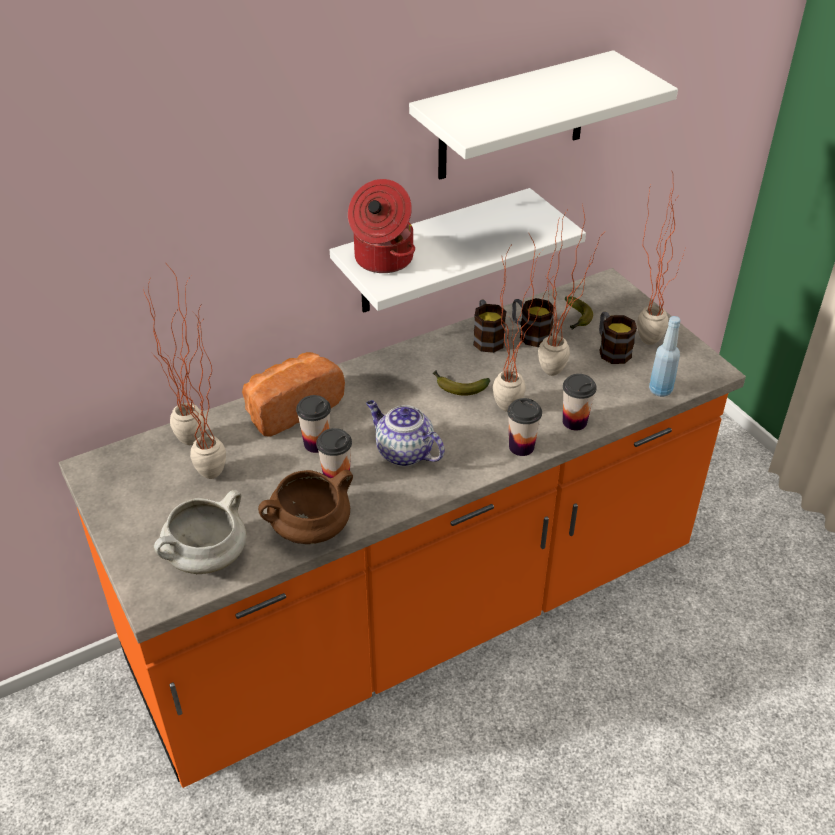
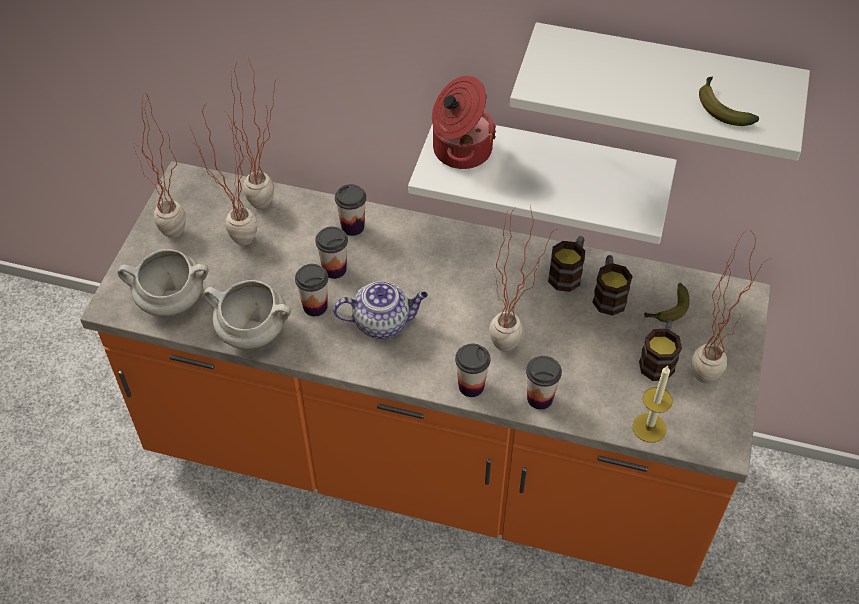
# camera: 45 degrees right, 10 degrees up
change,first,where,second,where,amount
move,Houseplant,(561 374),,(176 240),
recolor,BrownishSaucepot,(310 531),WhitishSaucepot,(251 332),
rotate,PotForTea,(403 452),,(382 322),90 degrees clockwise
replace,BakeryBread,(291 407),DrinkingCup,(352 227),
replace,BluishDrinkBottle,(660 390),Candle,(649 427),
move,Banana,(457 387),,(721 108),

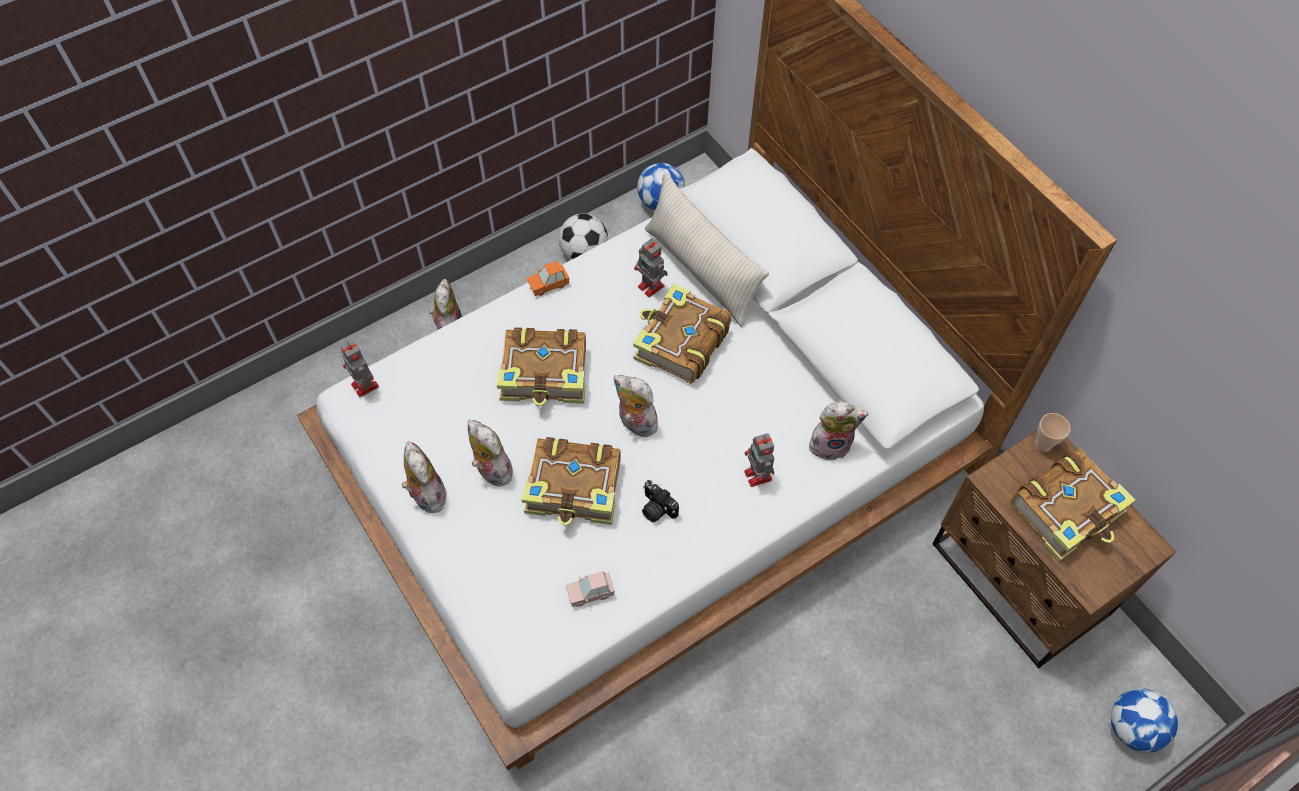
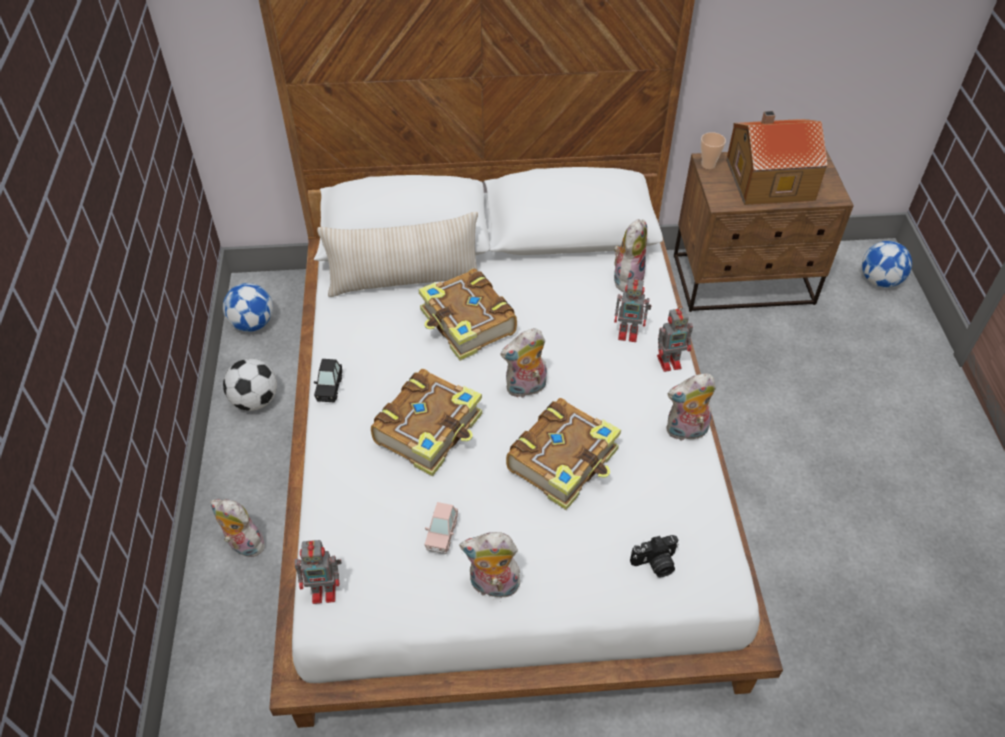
# camera: 60 degrees left, 10 degrees down
change,first,where,second,where,amount
recolor,OrangeColouredToyCar,(548 285),BlackishToyCar,(329 388),
move,PinkishToyCar,(590 593),,(442 534),
move,PhotoCamera,(656 509),,(655 564),
move,ToyRobot,(652 287),,(670 361),
move,PlushToy,(491 470),,(686 432),
replace,Volume,(1067 511),ToyHouse,(768 178),

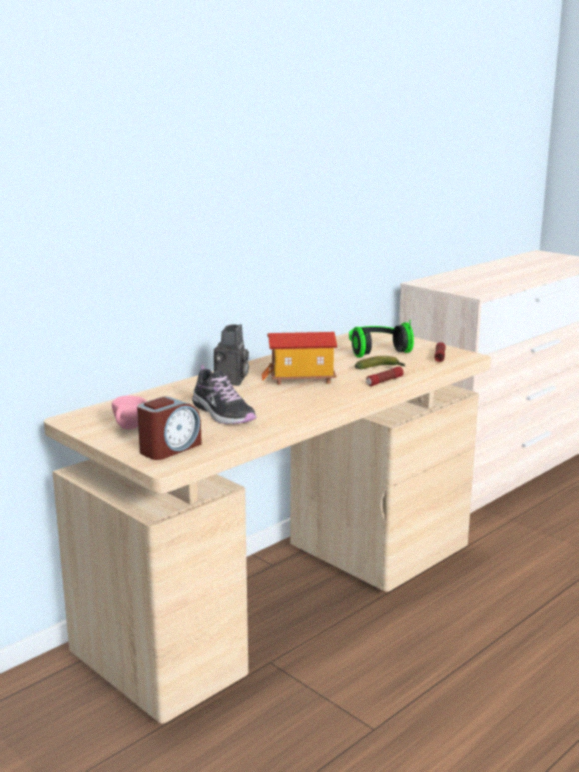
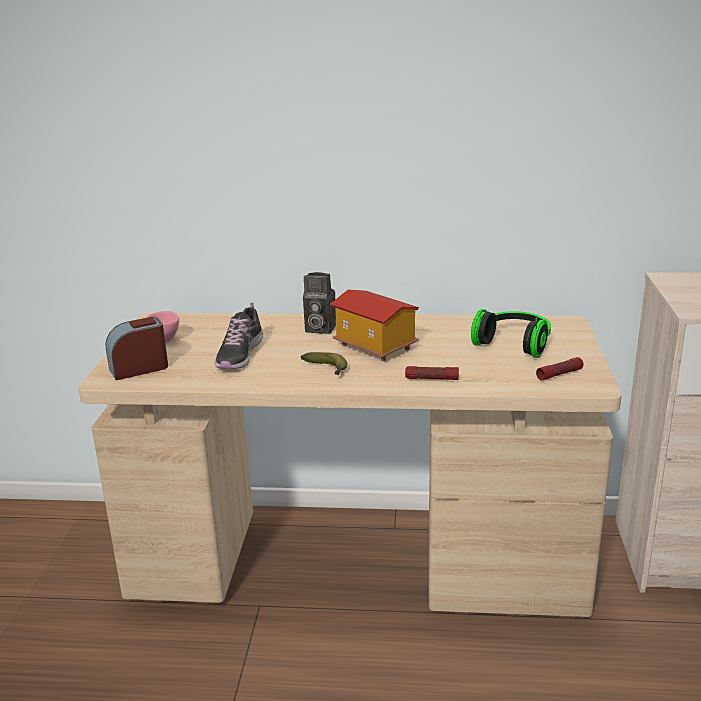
# camera: 50 degrees right, 5 degrees up
change,first,where,second,where,amount
rotate,TableClock,(169 448),,(139 368),150 degrees clockwise
move,Banana,(381 369),,(328 369),
rotate,PhotoCamera,(231 381),,(318 329),45 degrees clockwise

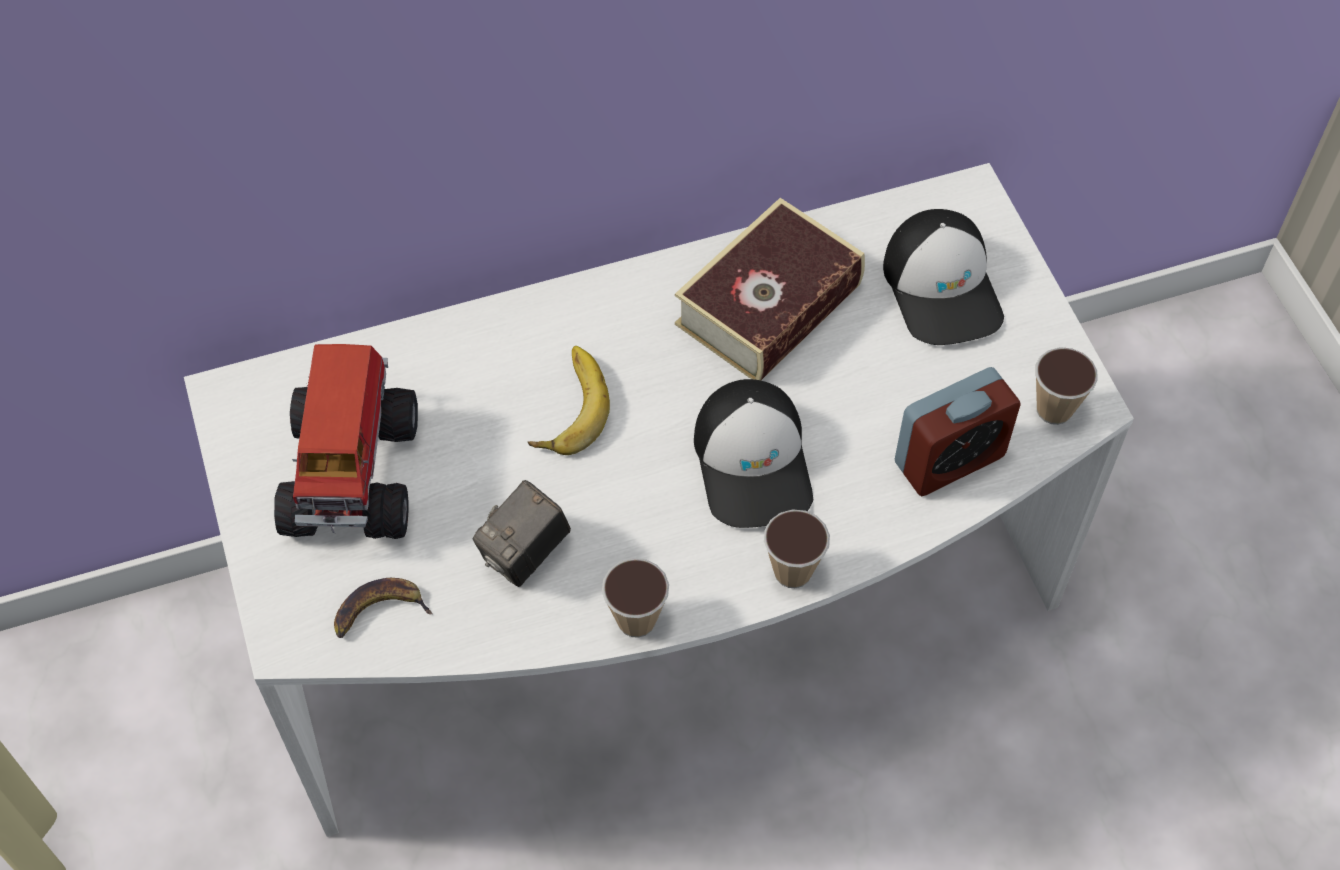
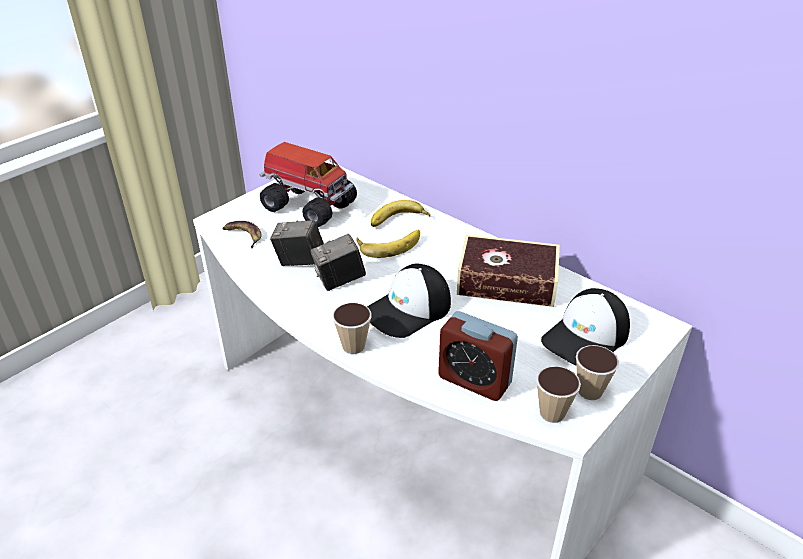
# camera: 60 degrees right, 20 degrees down
change,first,where,second,where,amount
rotate,ToyLorry,(353 471),,(308 206),120 degrees counterclockwise
insert,,,PhotoCamera,(339 281),
insert,,,Banana,(399 221),
move,DrinkingCup,(636 620),,(589 391),

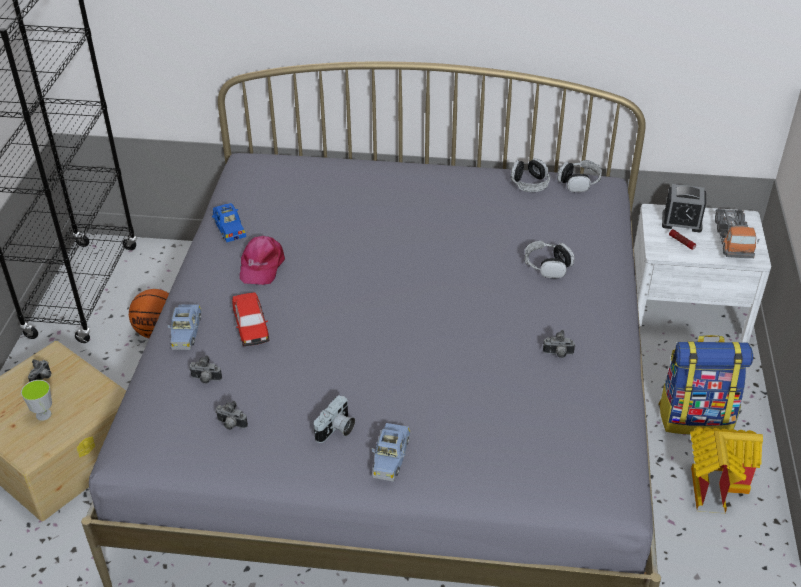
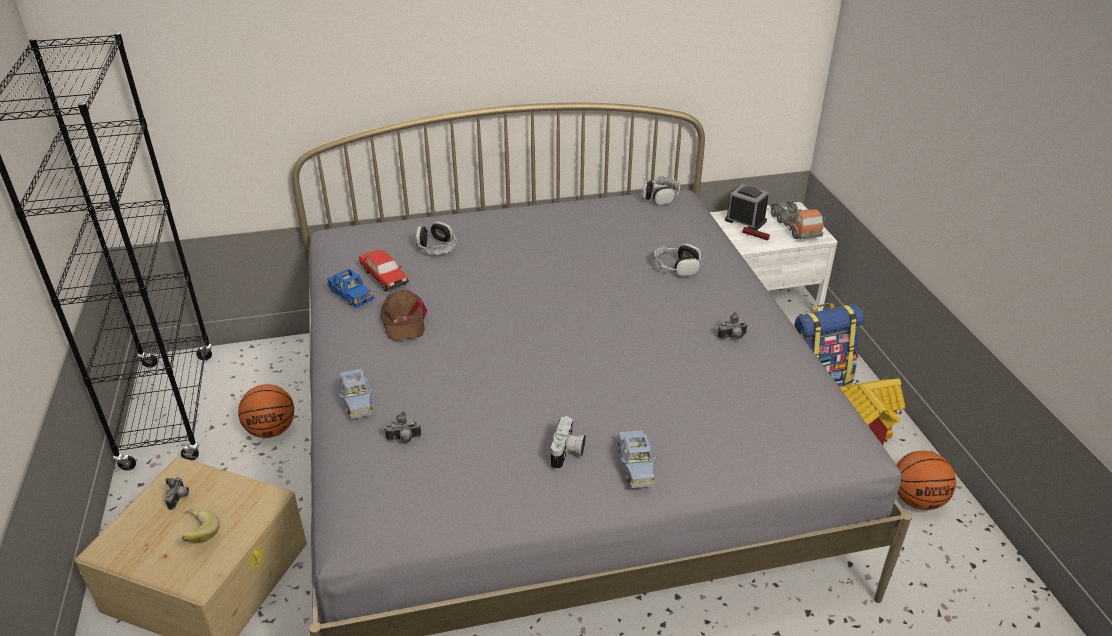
# camera: 20 degrees left, 5 degrees down
change,first,where,second,where,amount
replace,DrinkingCup,(43 415),Banana,(197 535),
move,ToyCar,(251 326),,(384 277),
recolor,PinkishPeakedCap,(261 265),BrownishPeakedCap,(403 321),
move,PairOfHeadphones,(529 183),,(436 247),
rotate,TableClock,(681 222),,(745 220),135 degrees counterclockwise
insert,,,BallForBasketball,(917 500),
delete,PhotoCamera,(231 425),,,

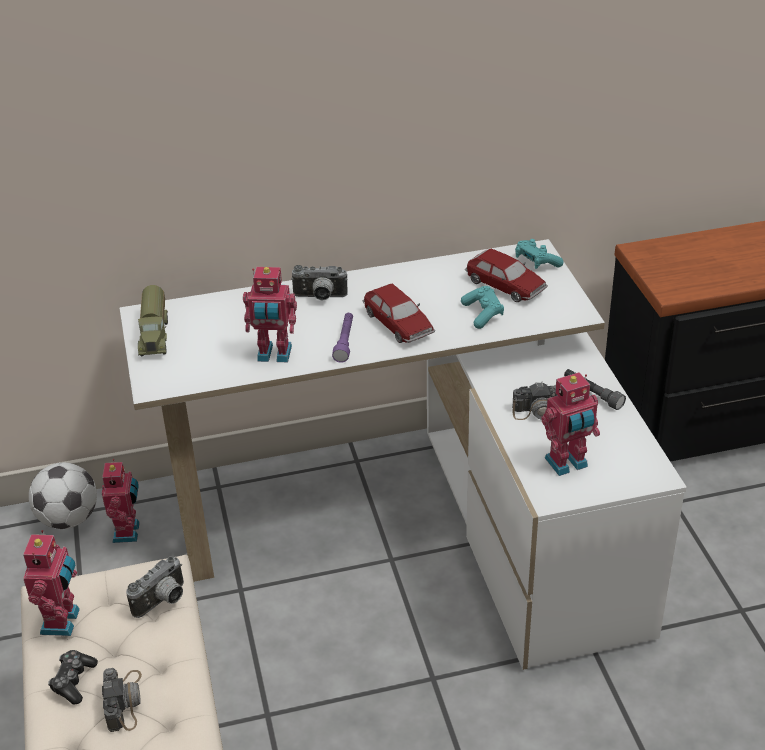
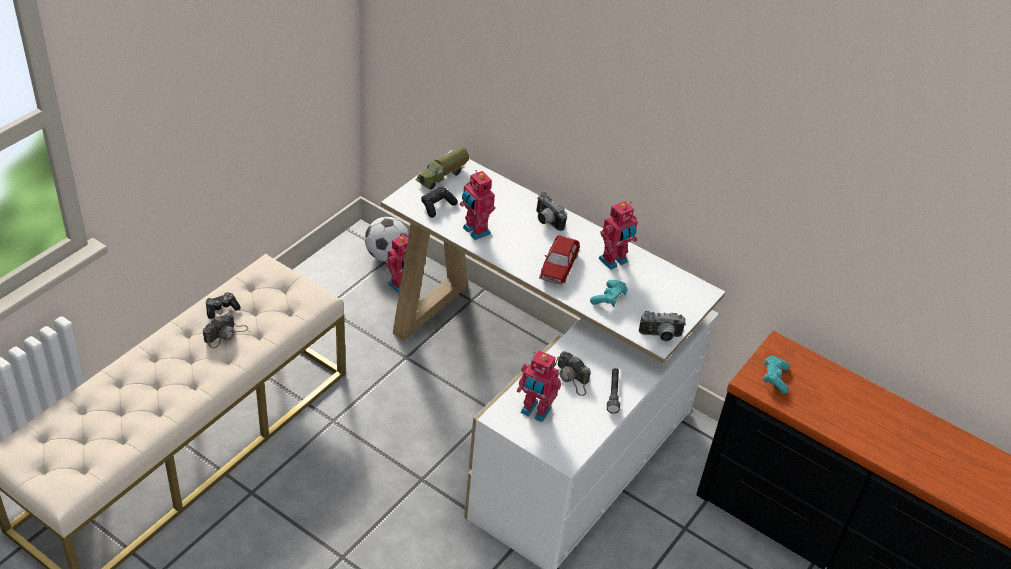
# camera: 45 degrees right, 5 degrees up
change,first,where,second,where,amount
insert,,,BlackishGamepad,(437 206),
move,ToyRobot,(63 621),,(614 261),
move,PhotoCamera,(163 601),,(660 336),
move,TurquoiseColouredGamepad,(536 262),,(774 379),
delete,PurpleHandTorch,(345 342),,,
delete,ToyCar,(505 285),,,

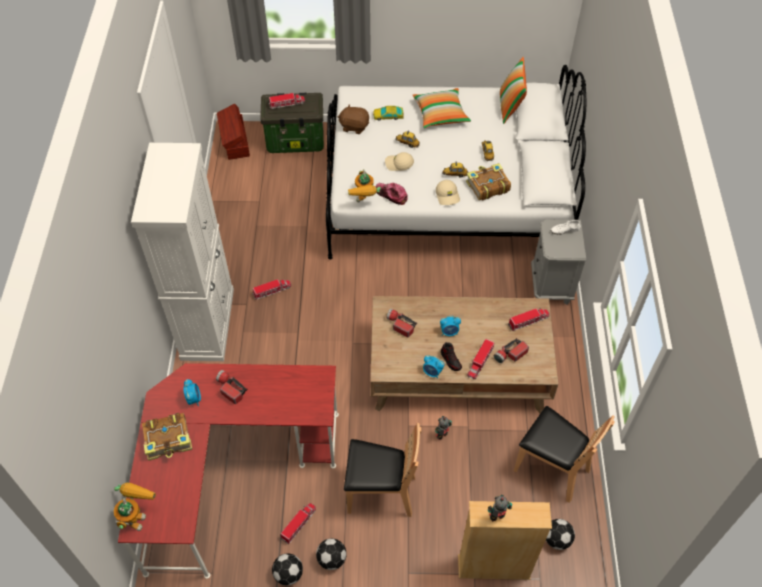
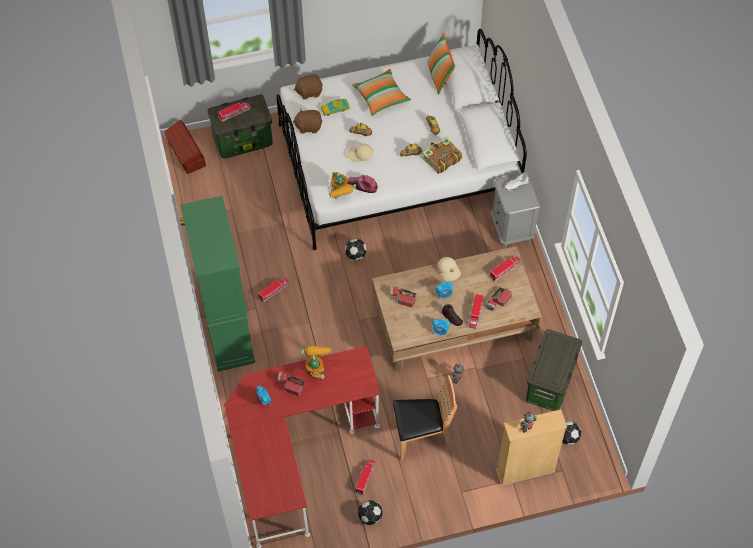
# camera: 15 degrees left, 5 degrees up
change,first,where,second,where,amount
recolor,WhitishStorageCabinet,(207 323),GreenishStorageCabinet,(228 333),
insert,,,BrownishPlushToy,(309 91),
move,ToyRobot,(137 514),,(316 369),
move,FootballBall,(332 558),,(356 255),
move,BeigeColouredPeakedCap,(448 195),,(449 270),
replace,BrownishUprightChair,(551 468),StorageContainer,(550 384),
delete,Volume,(168 440),,,

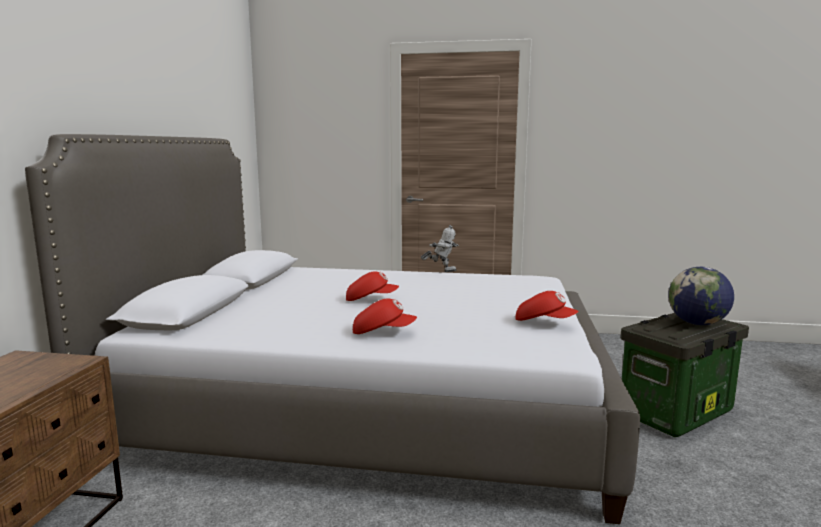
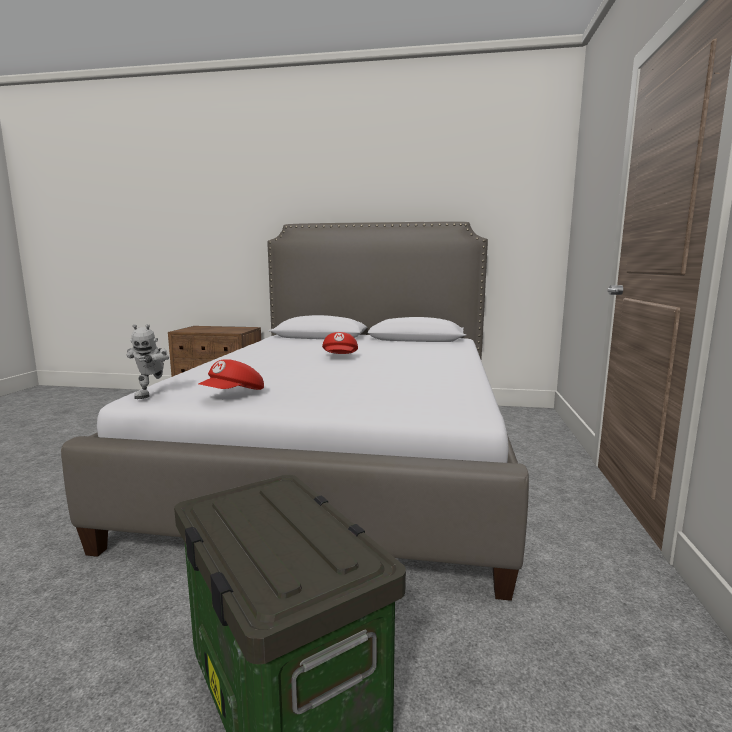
# camera: 90 degrees right, 0 degrees up
change,first,where,second,where,amount
move,ToyRobot,(441 271),,(153 395),
delete,RedPeakedCap,(383 332),,,
delete,DeskGlobe,(697 323),,,

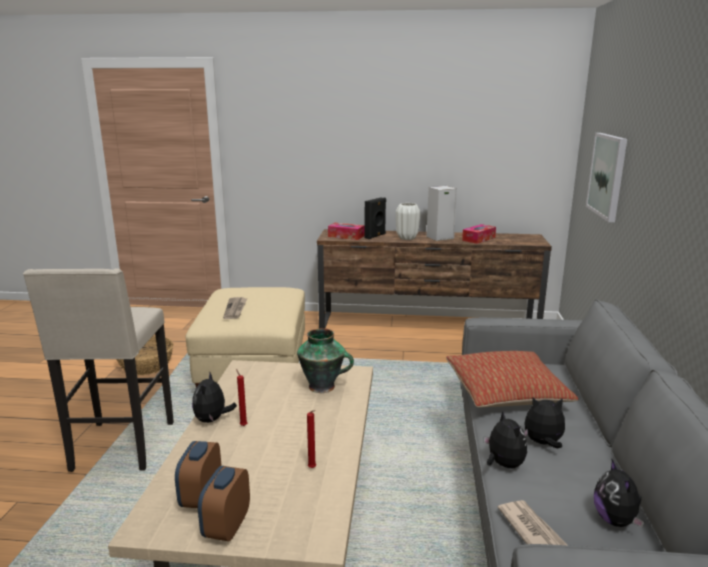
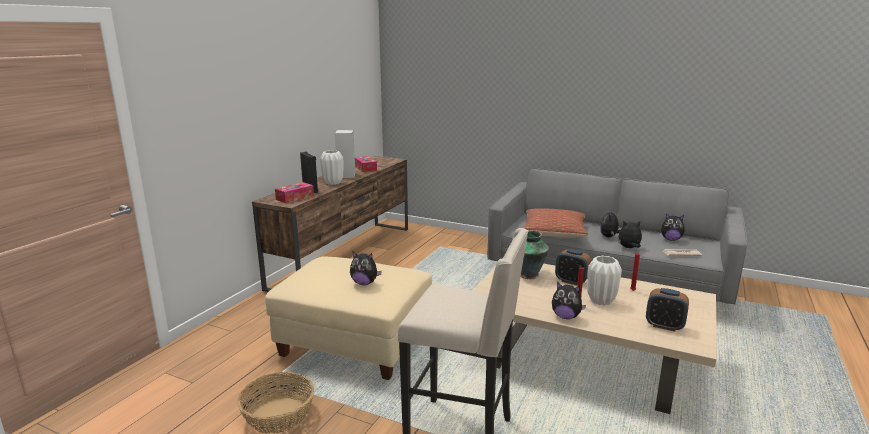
# camera: 70 degrees left, 0 degrees up
change,first,where,second,where,amount
replace,DailyPaper,(235 309),PlushToy,(364 283),
move,TableClock,(226 527),,(571 281),
insert,,,WhitishFlowerVase,(601 301),
delete,WallArt,(607 175),,,

